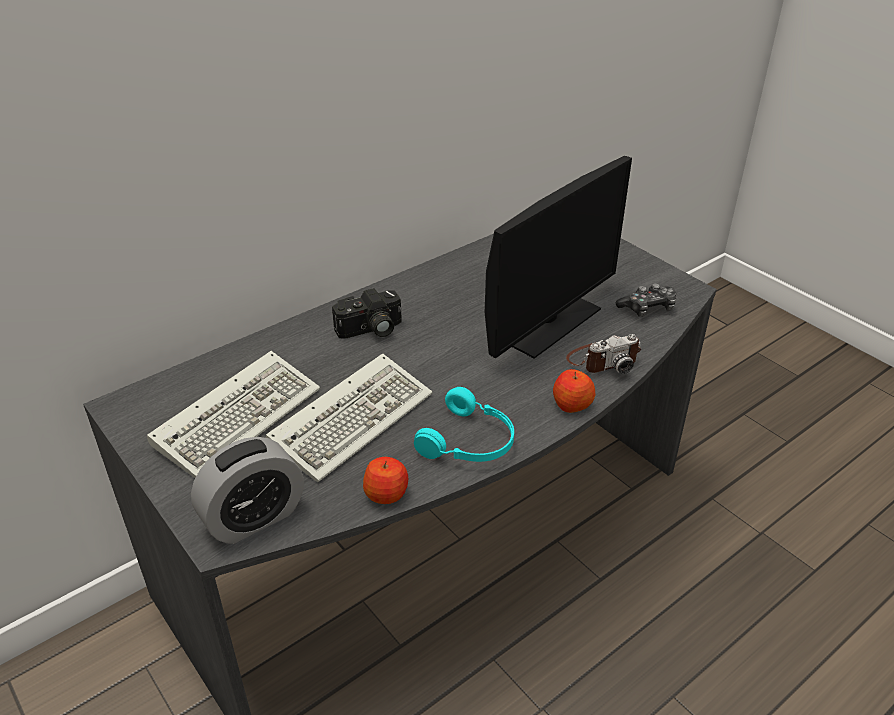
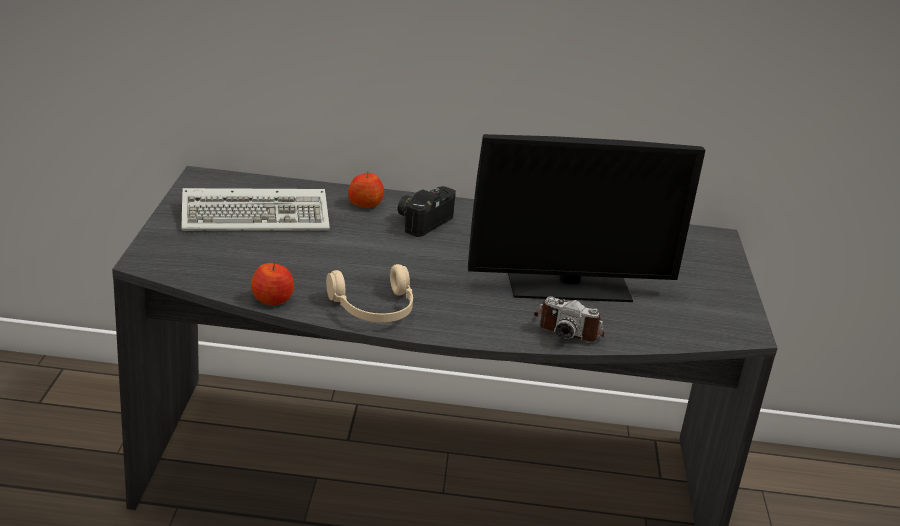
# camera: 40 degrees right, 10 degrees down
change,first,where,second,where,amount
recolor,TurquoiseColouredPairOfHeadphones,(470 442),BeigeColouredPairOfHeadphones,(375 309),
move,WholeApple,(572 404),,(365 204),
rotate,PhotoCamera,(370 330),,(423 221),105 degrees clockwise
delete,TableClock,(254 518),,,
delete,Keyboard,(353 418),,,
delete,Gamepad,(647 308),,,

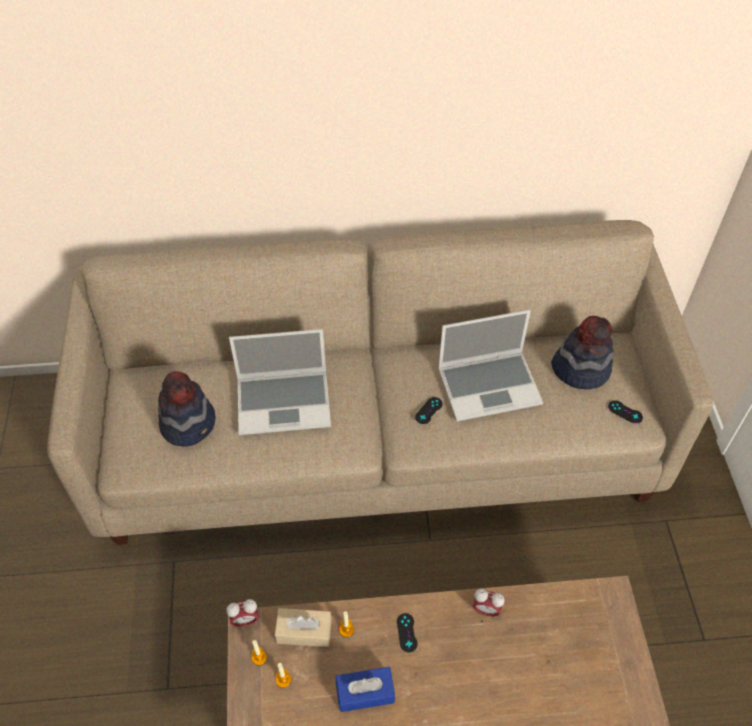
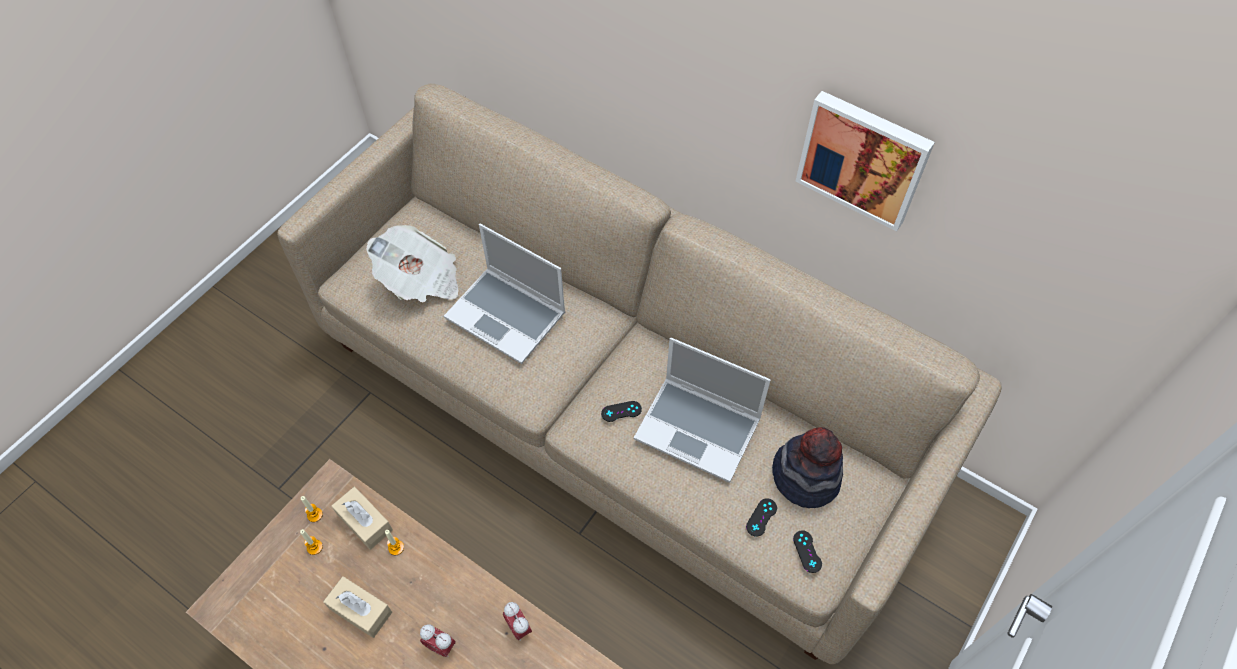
# camera: 40 degrees right, 5 degrees up
change,first,where,second,where,amount
recolor,BluishBoxOfTissues,(365 693),BeigeColouredBoxOfTissues,(360 610),
replace,ClothingHat,(188 423),DailyPaper,(420 280),
move,TableClock,(245 620),,(440 646),
move,BlackishGamepad,(407 632),,(761 517),
insert,,,WallArt,(863 158),

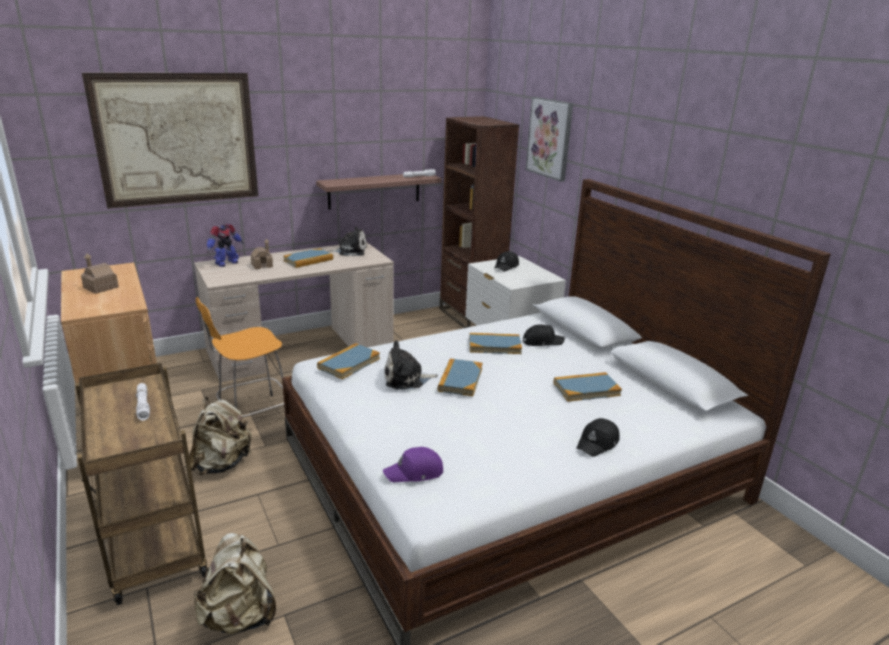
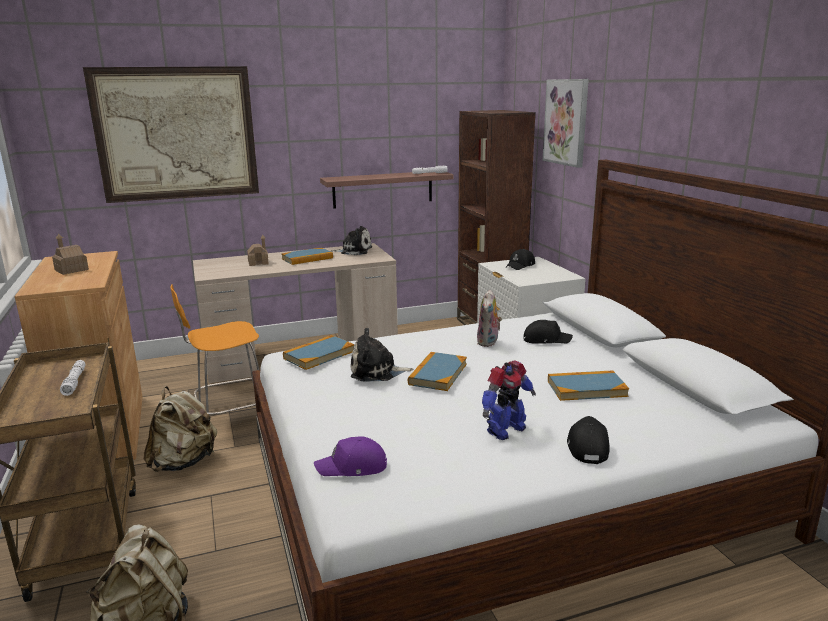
# camera: 10 degrees right, 5 degrees down
change,first,where,second,where,amount
replace,Volume,(494 346),PlushToy,(489 342),
move,ToyRobot,(226 263),,(505 430),
rotate,BlackishPeakedCap,(598 443),,(587 446),135 degrees clockwise

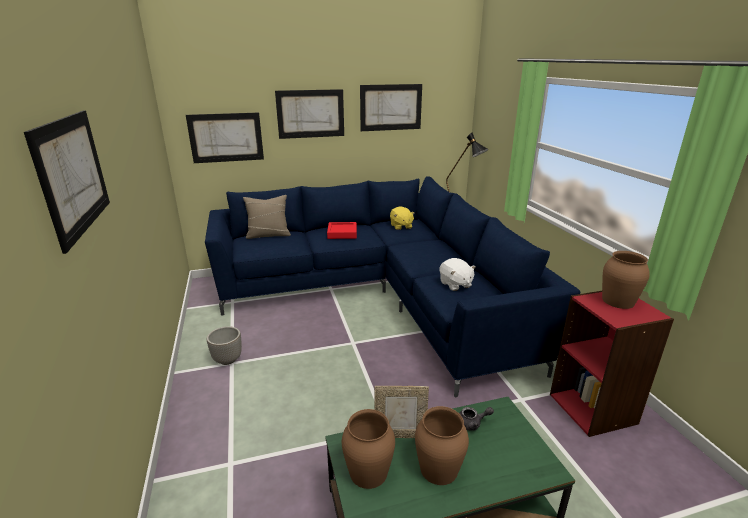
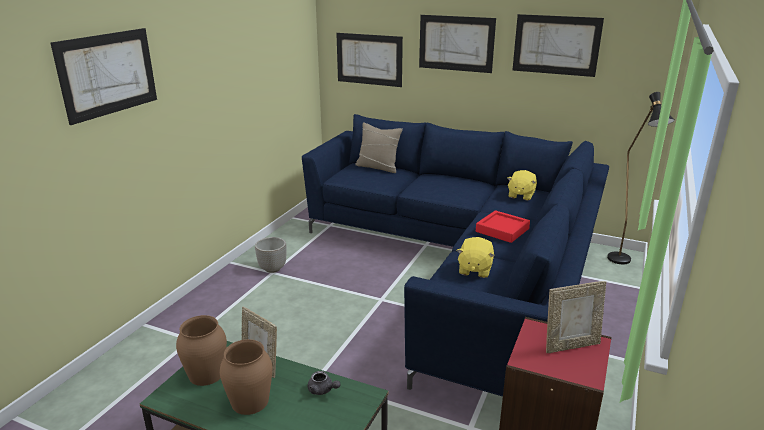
# camera: 40 degrees right, 0 degrees up
change,first,where,second,where,amount
recolor,WhitishPlushToy,(455 284),YellowPlushToy,(474 270),
move,RedCarryingTray,(342 233),,(502 230),
replace,BrownishFlowerVase,(617 301),PictureFrame,(571 345),

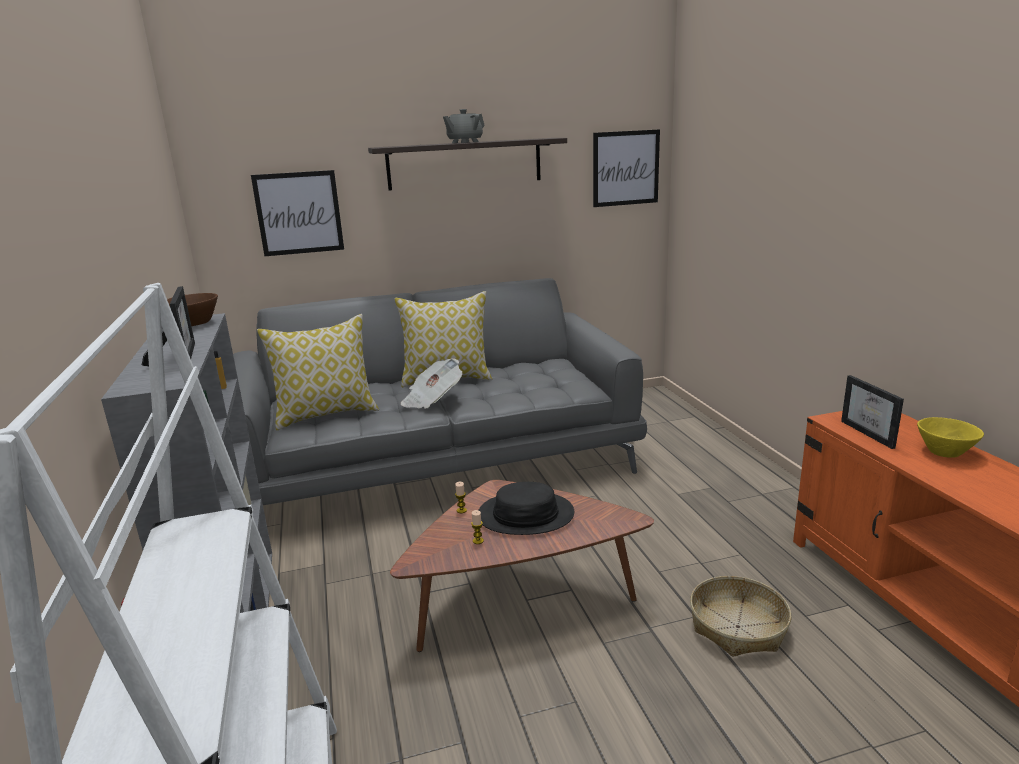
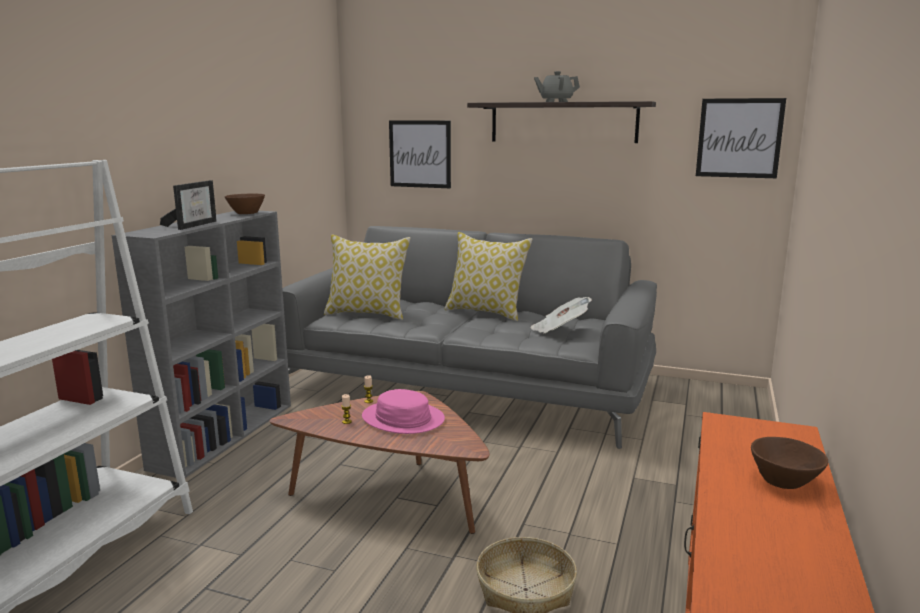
# camera: 35 degrees right, 5 degrees down
change,first,where,second,where,amount
recolor,BlackishClothingHat,(525 515),PinkishClothingHat,(403 419),
move,DailyPaper,(432 400),,(559 330),
recolor,YellowBowl,(947 452),BrownishBowl,(786 482),
delete,PictureFrame,(874 434),,,

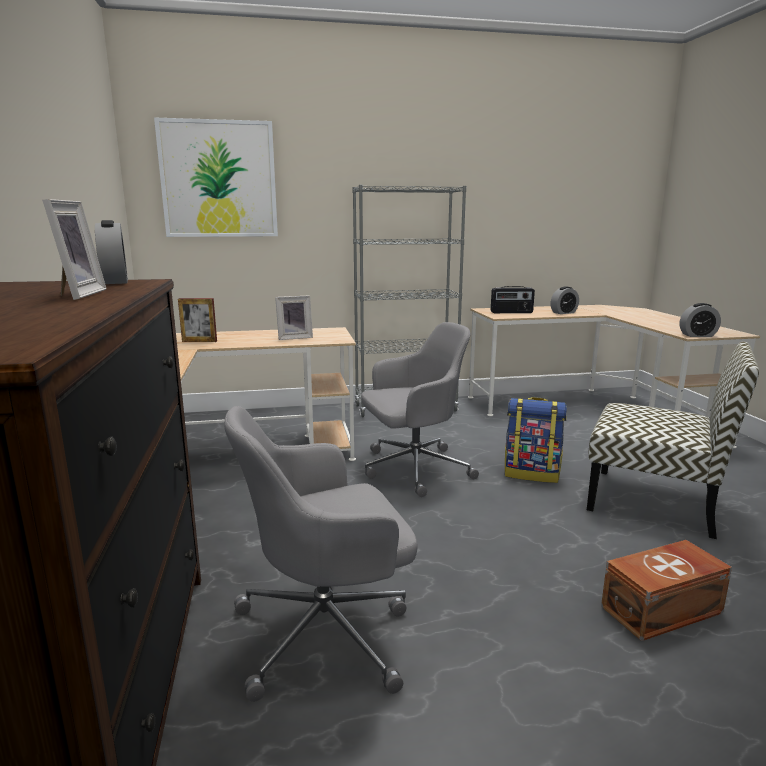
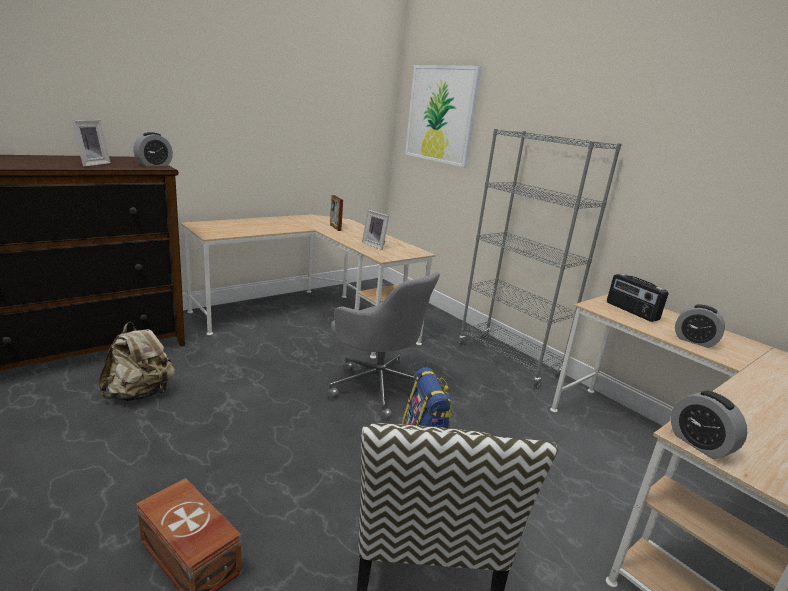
# camera: 60 degrees right, 5 degrees up
change,first,where,second,where,amount
rotate,PictureFrame,(76 295),,(91 164),45 degrees counterclockwise
replace,GreyDeskChair,(327 632),BeigeColouredRucksack,(140 394),

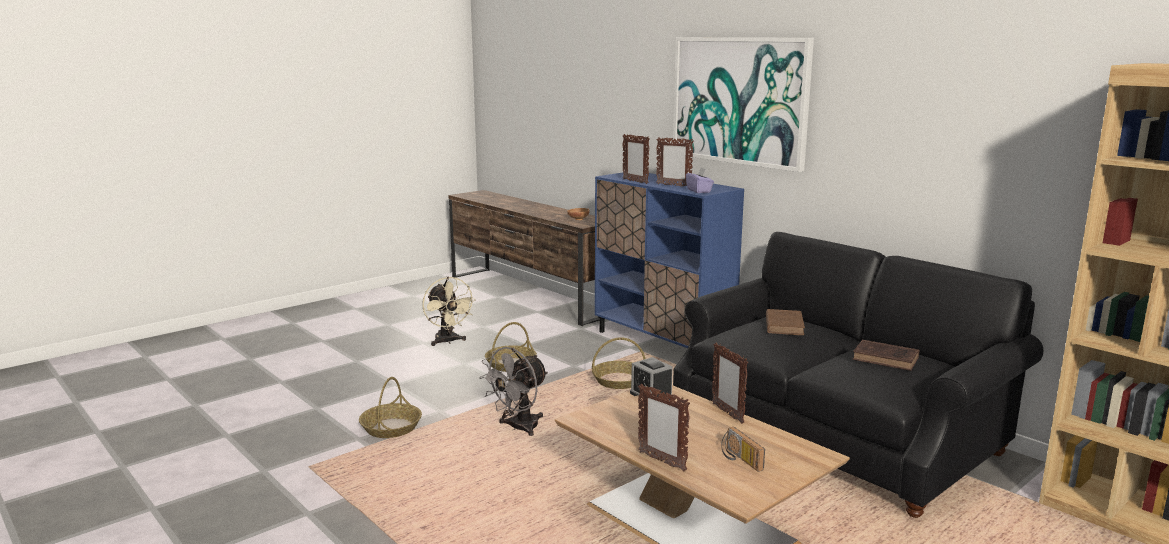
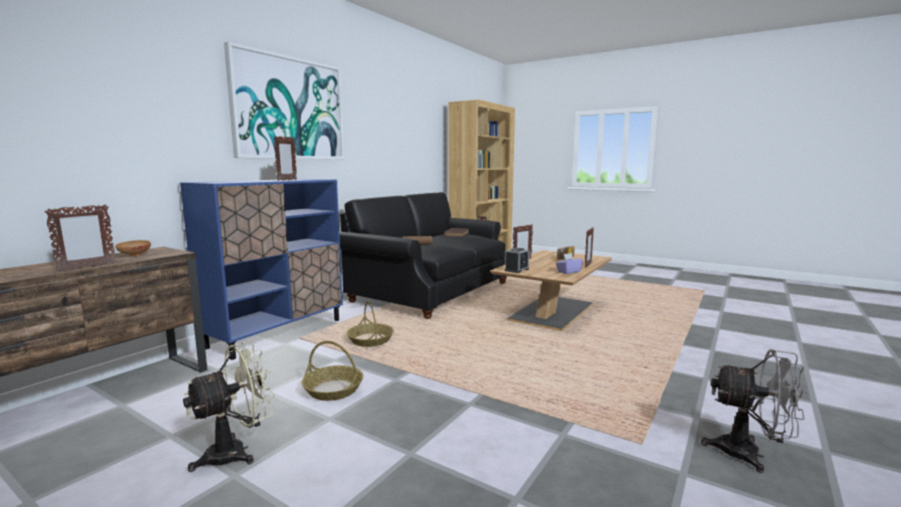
# camera: 105 degrees left, 5 degrees down
change,first,where,second,where,amount
move,PictureFrame,(635 181),,(86 267),
move,PurpleBoxOfTissues,(699 191),,(568 272),
move,GreyCoolingFan,(518 428),,(750 454),
delete,HouseholdBasket,(391 427),,,

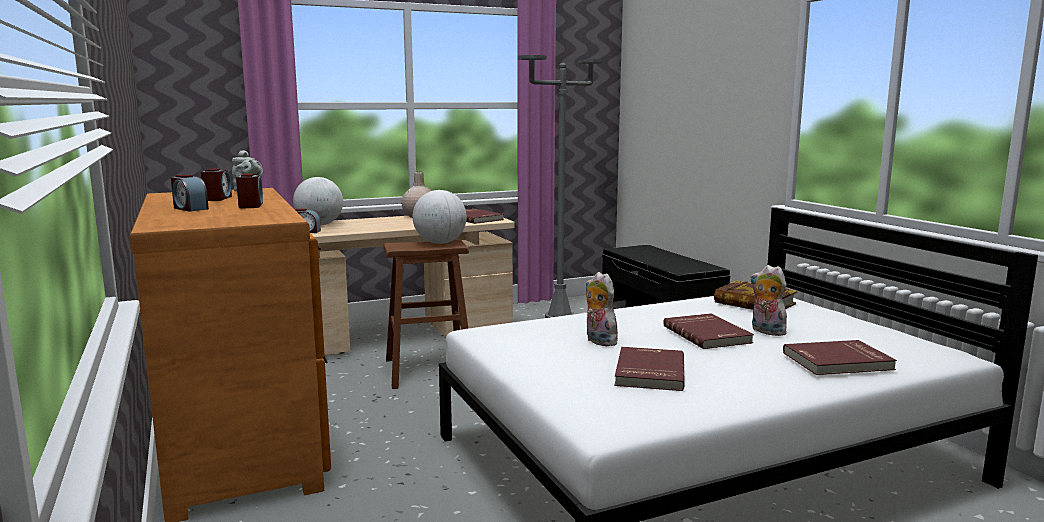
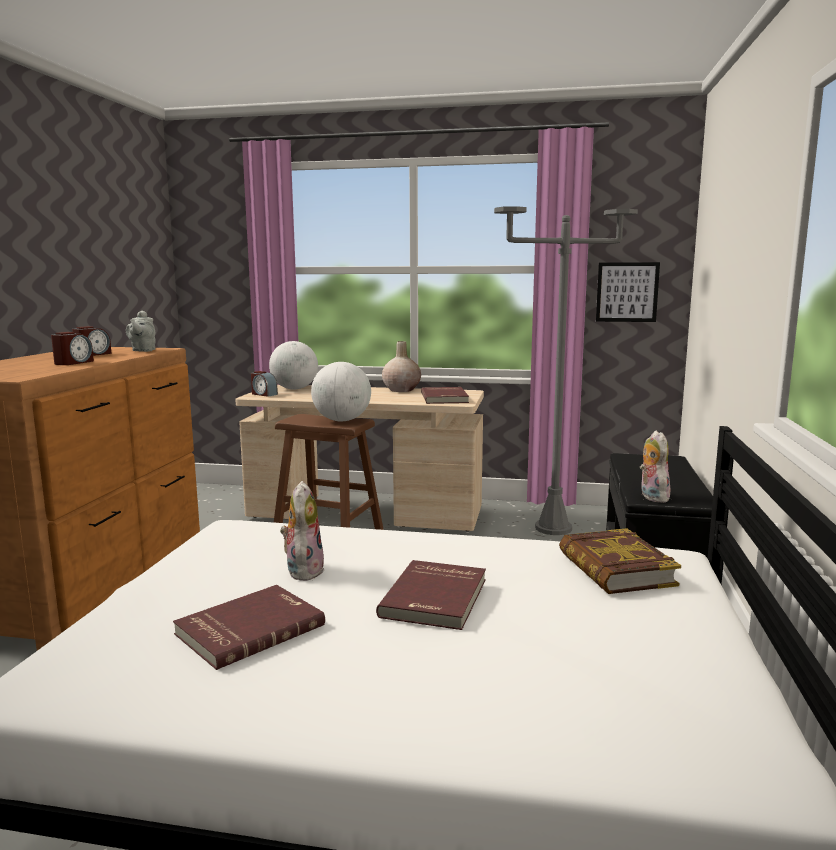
# camera: 35 degrees right, 0 degrees up
change,first,where,second,where,amount
insert,,,WallArt,(627 292),
move,PlushToy,(766 331),,(651 497),
delete,TableClock,(190 208),,,
delete,RedVolume,(838 362),,,

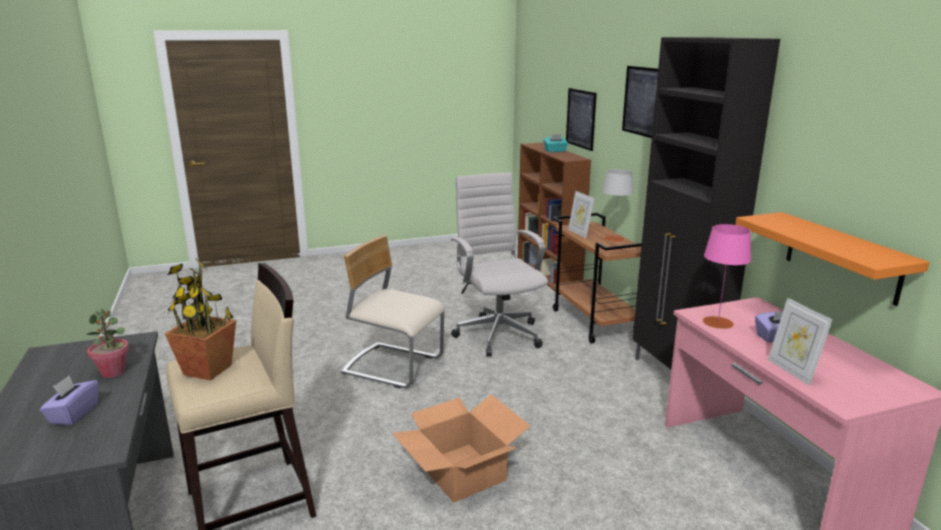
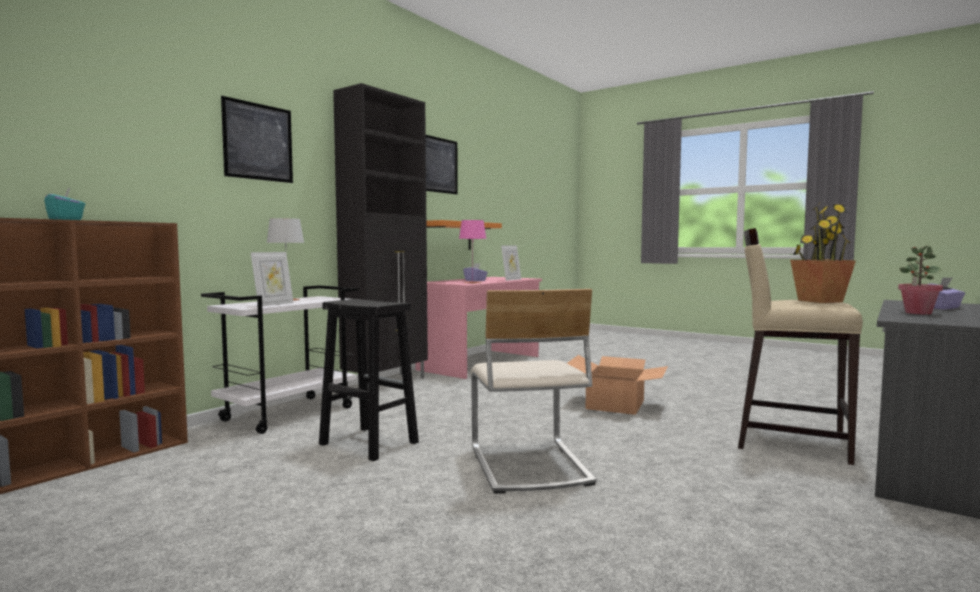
# camera: 125 degrees left, 15 degrees down
change,first,where,second,where,amount
recolor,BrownishTrolley,(595 323),WhitishTrolley,(289 414),
replace,WhitishDeskChair,(497 333),BlackishStoolSeat,(367 443),
move,WallArt,(581 118),,(439 165),

